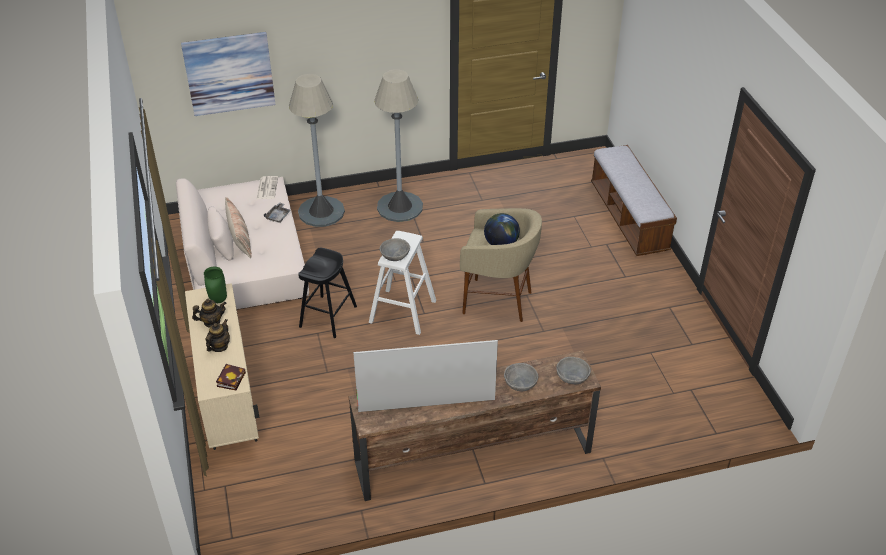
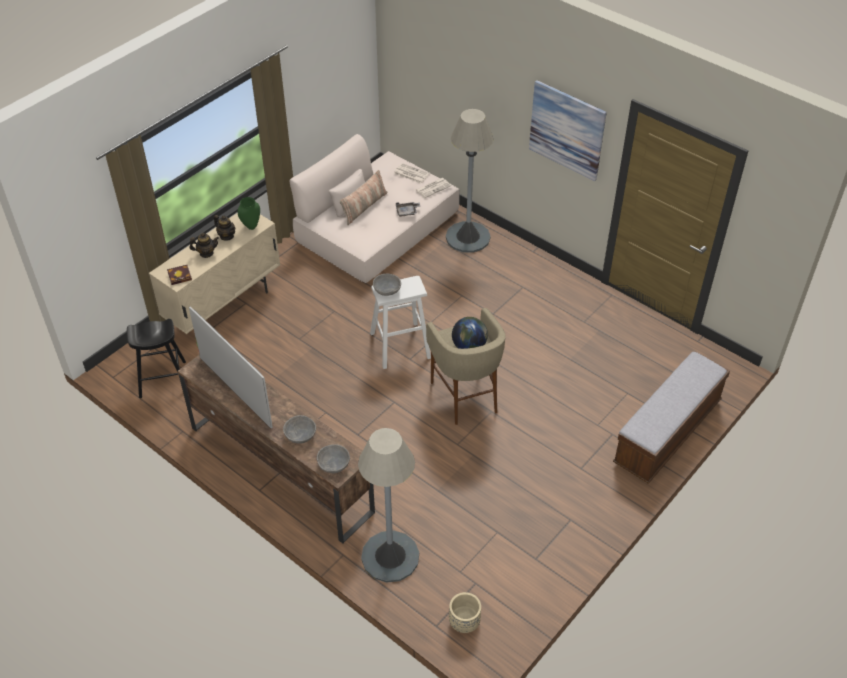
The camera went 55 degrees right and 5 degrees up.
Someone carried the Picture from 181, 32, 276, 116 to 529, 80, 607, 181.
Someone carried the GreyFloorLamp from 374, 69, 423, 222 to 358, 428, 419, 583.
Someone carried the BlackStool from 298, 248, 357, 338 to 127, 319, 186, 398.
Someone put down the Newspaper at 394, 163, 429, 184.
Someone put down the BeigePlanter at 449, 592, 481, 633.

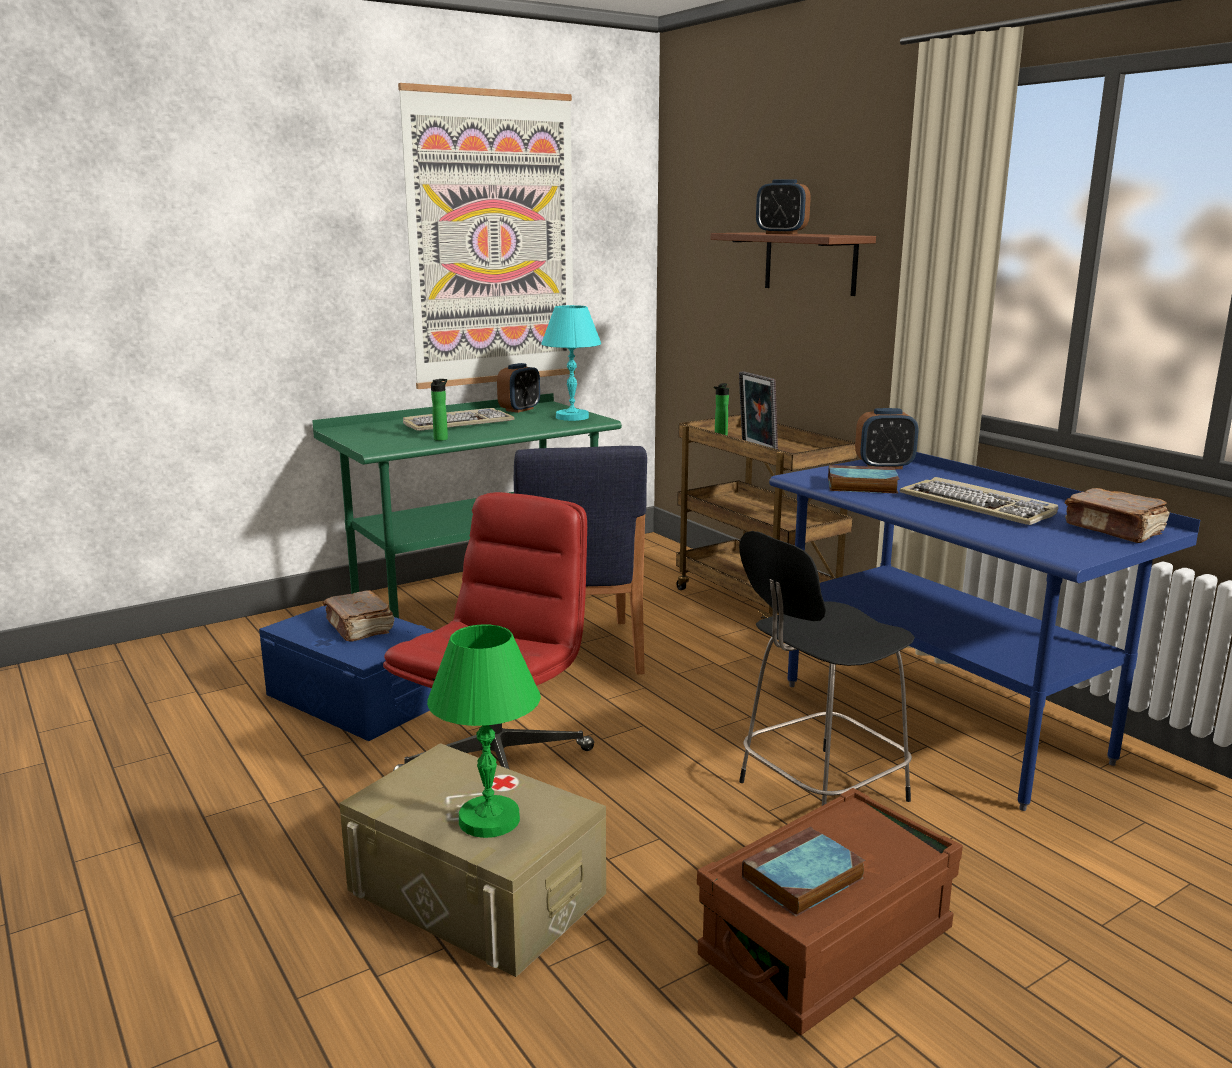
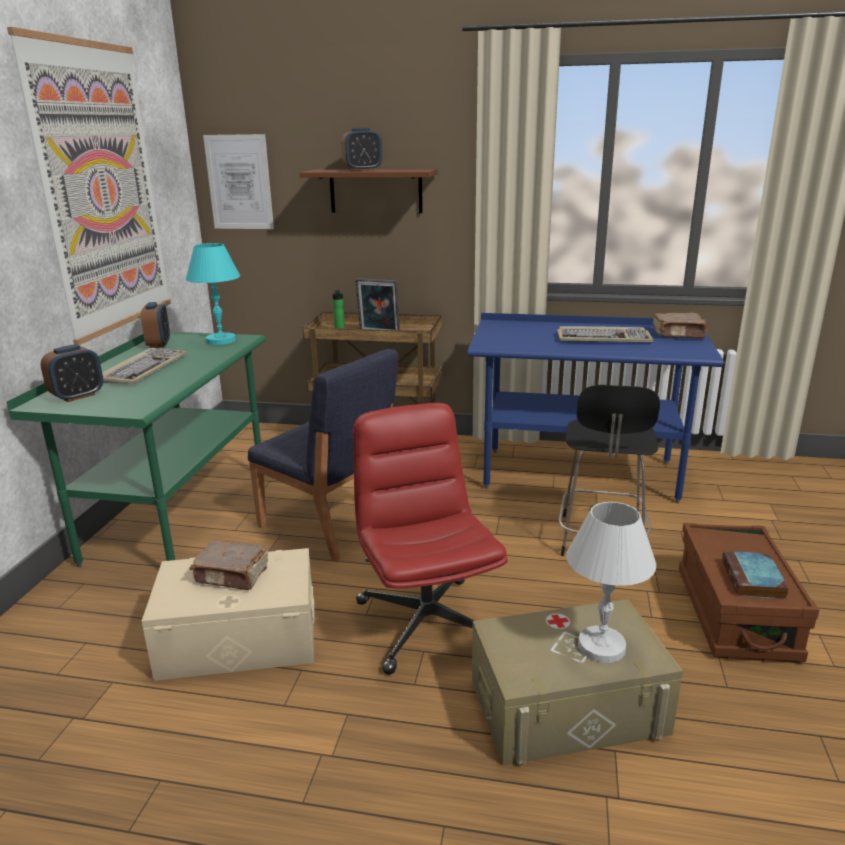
The camera went 45 degrees left and 5 degrees up.
Someone took away the Bottle at 431, 379, 448, 441.
Someone carried the AlarmClock from 855, 408, 918, 469 to 41, 344, 103, 402.
Someone took away the Book at 828, 465, 900, 494.
Someone repainted the BlueStorageBox at 259, 606, 434, 741, which became the BeigeStorageBox at 142, 548, 315, 681.
Someone repainted the GreenTableLamp at 427, 624, 541, 838, which became the WhiteTableLamp at 566, 502, 656, 663.
Someone put up the Picture at 203, 134, 274, 229.

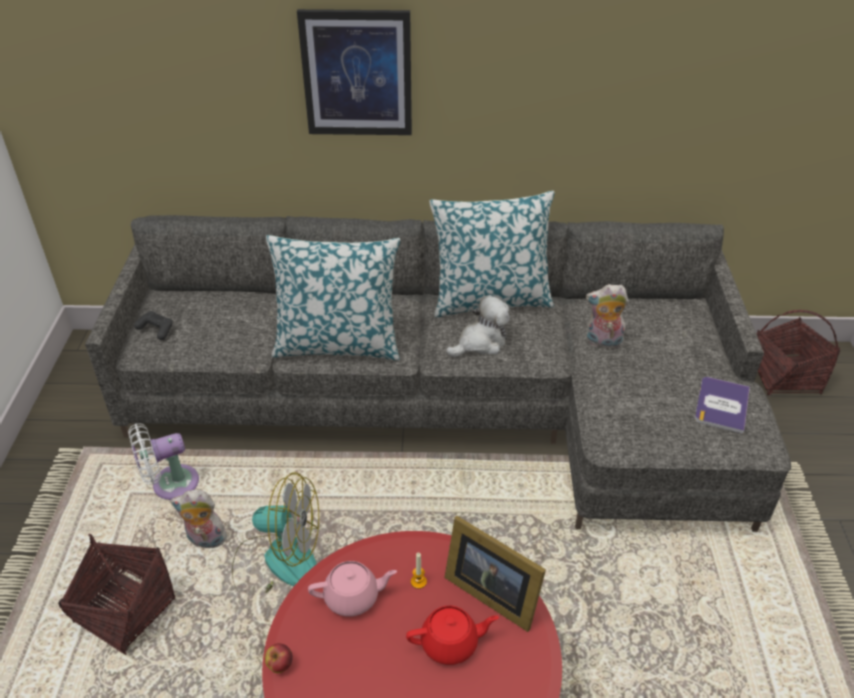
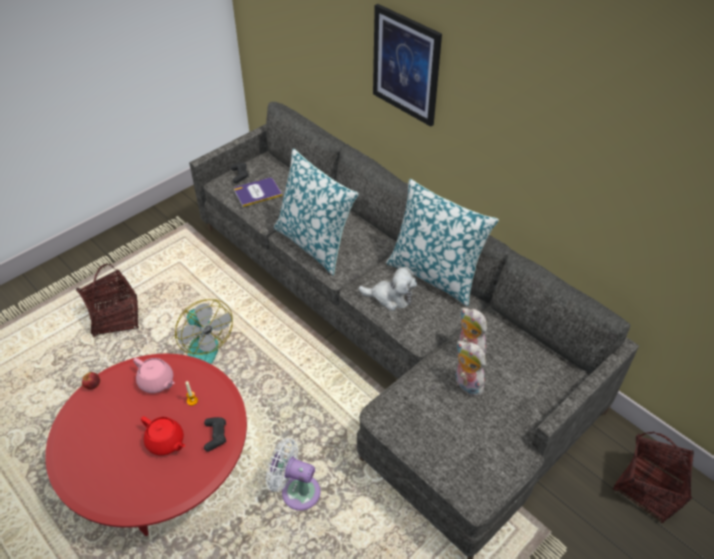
The camera went 45 degrees right and 5 degrees up.
Someone carried the Book from 695, 377, 750, 434 to 234, 178, 282, 207.
Someone carried the WhiteFan from 128, 423, 199, 500 to 266, 438, 321, 511.
Someone carried the PlushToy from 170, 490, 227, 548 to 455, 341, 486, 396.
Someone swapped the PictureFrame at 444, 516, 546, 632 for the BlackGameController at 204, 417, 226, 452.

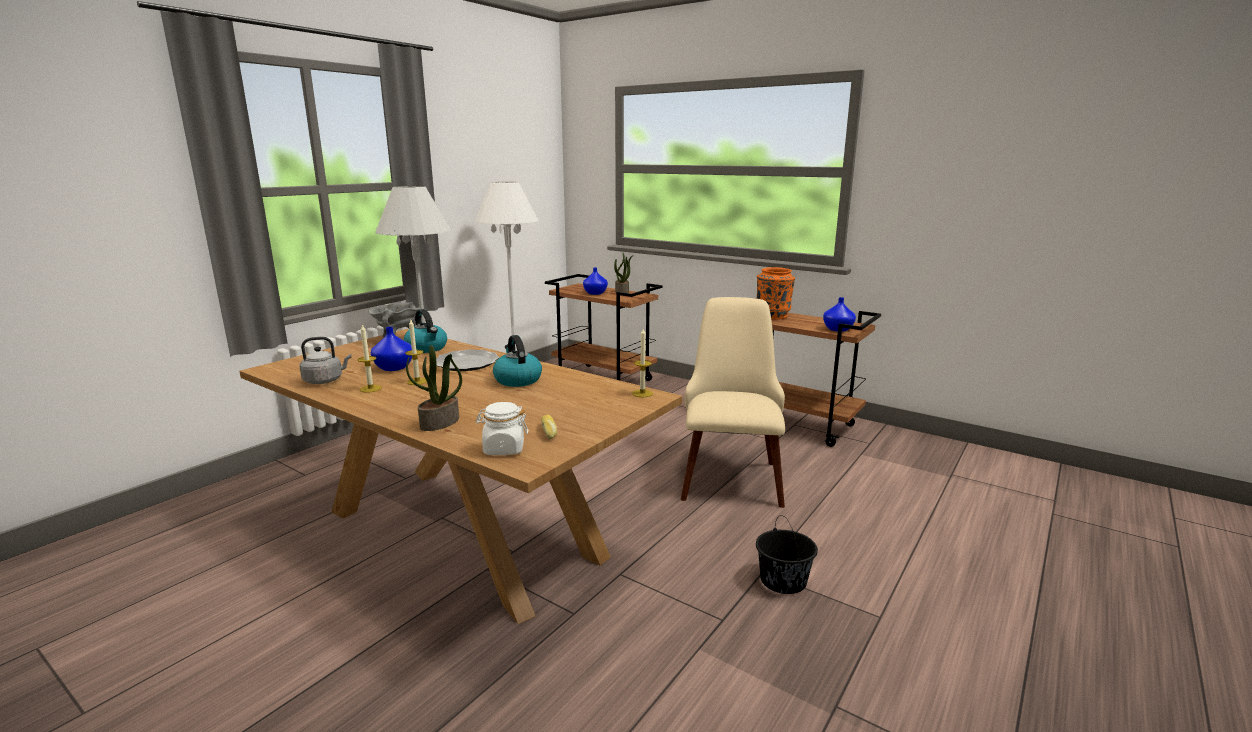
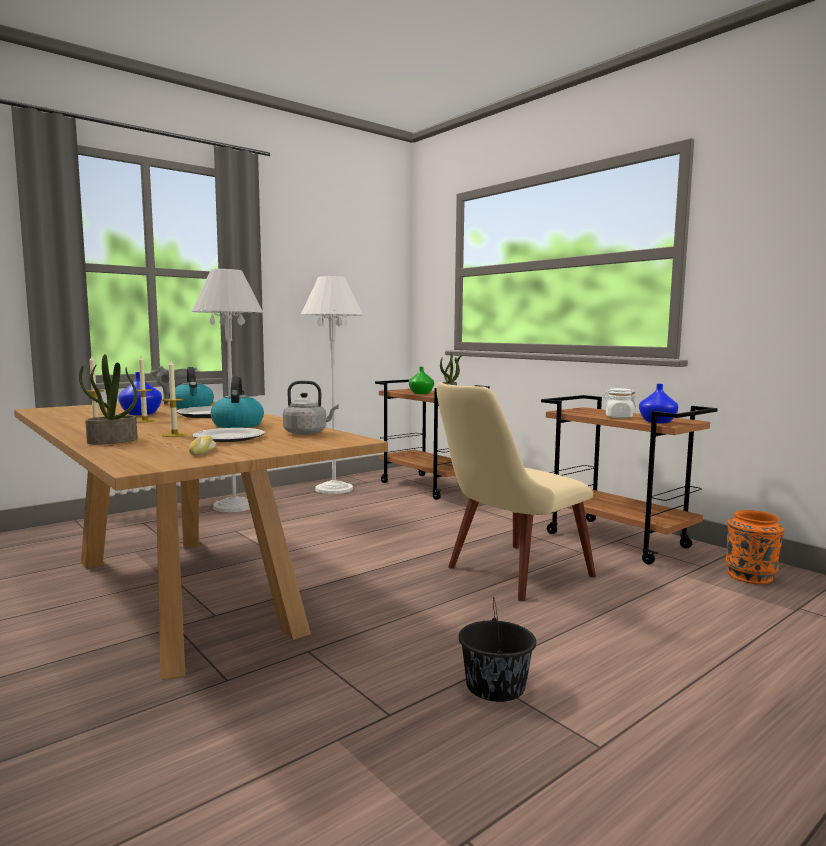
The camera went 15 degrees right and 10 degrees down.
Someone carried the OrangeVase from 757, 267, 795, 320 to 725, 510, 784, 584.
Someone repainted the BlueVase at 583, 268, 608, 295, which became the GreenVase at 409, 367, 434, 394.
Someone rotated the BeigeChair at 681, 297, 785, 508 by 150 degrees counterclockwise.
Someone carried the Candle from 632, 329, 653, 397 to 162, 360, 187, 437.
Someone carried the GreyKettle from 300, 337, 352, 384 to 283, 381, 339, 435.
Someone carried the WhiteJar from 476, 402, 528, 455 to 603, 388, 636, 419.
Someone put down the Plate at 192, 428, 265, 442.

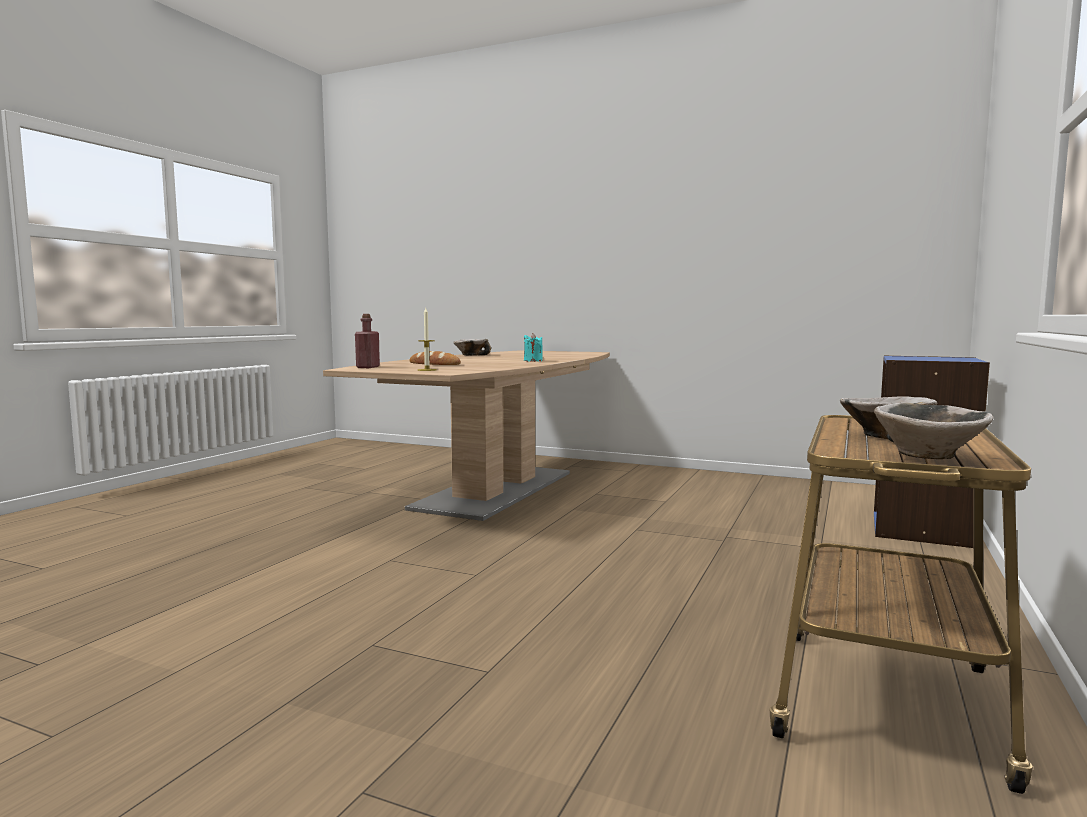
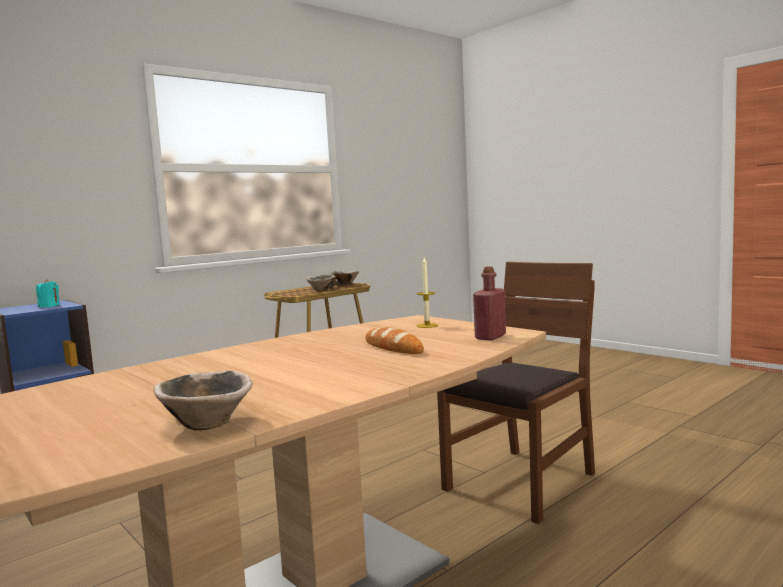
The camera went 155 degrees left and 0 degrees up.
Someone carried the TurquoiseCandle from 524, 333, 543, 362 to 36, 279, 60, 308.
Someone put down the BrownChair at 437, 262, 595, 524.

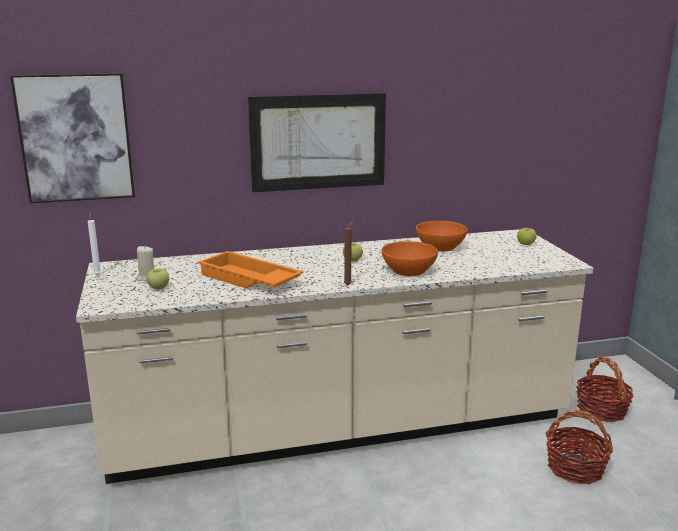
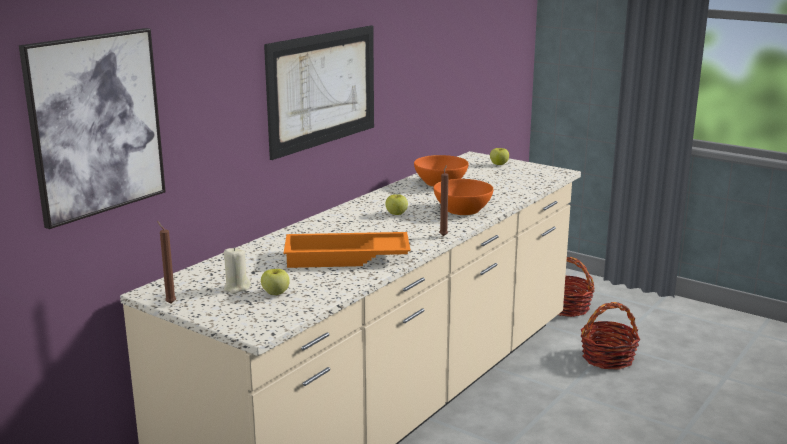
The camera went 40 degrees left and 0 degrees up.
Someone repainted the WhiteCandle at 88, 213, 101, 276, which became the BrownCandle at 157, 221, 176, 303.

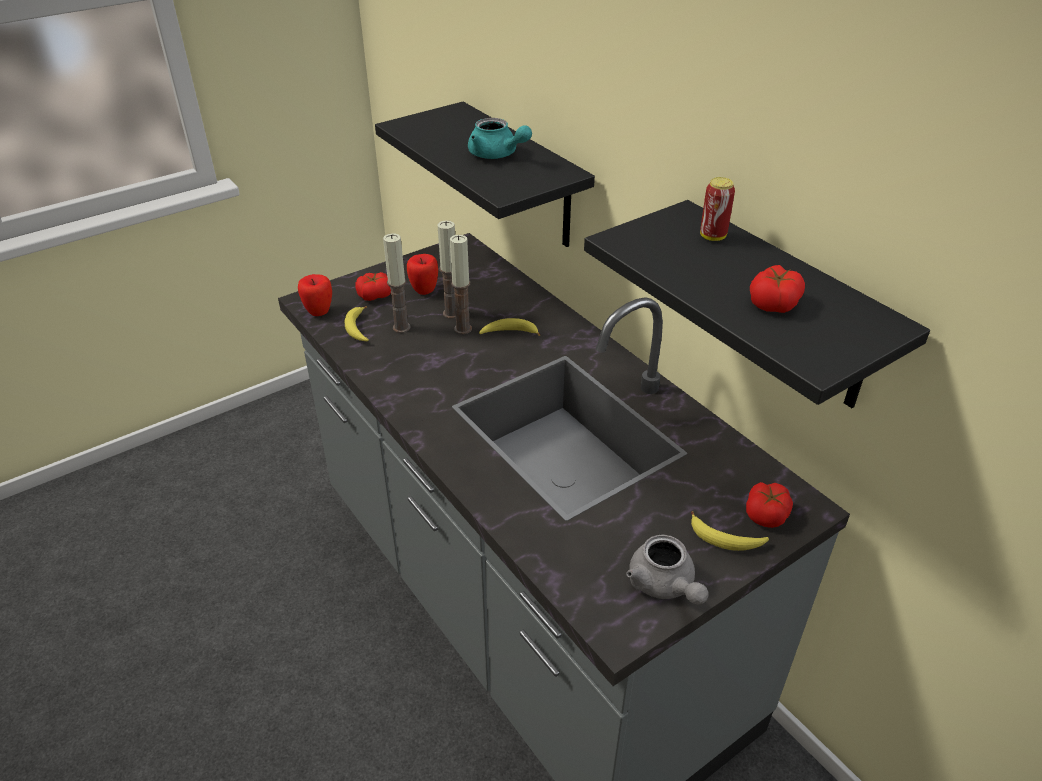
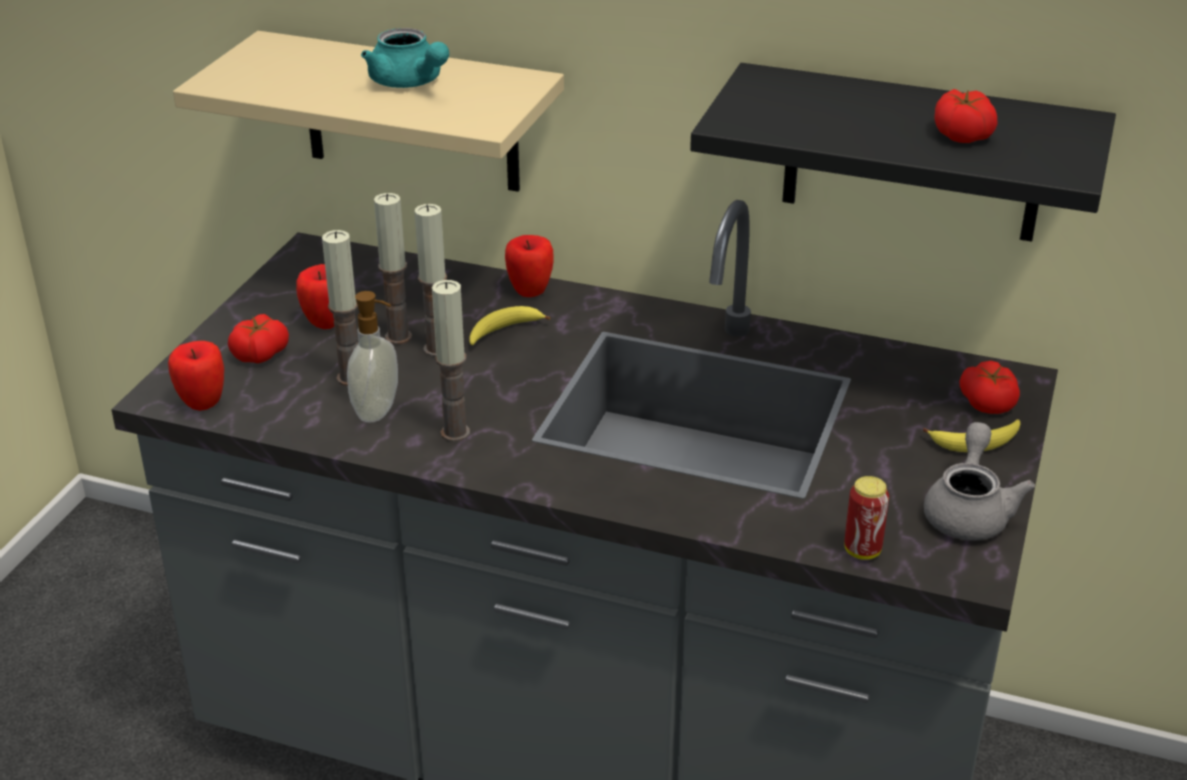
The camera went 35 degrees left and 5 degrees down.
Someone repainted the BlackShelf at 375, 102, 595, 247, which became the BeigeShelf at 173, 31, 564, 192.
Someone rotated the TurquoiseTeapot at 468, 118, 532, 159 by 45 degrees clockwise.
Someone carried the Can from 700, 177, 735, 241 to 844, 476, 889, 560.
Someone took away the Banana at 345, 306, 369, 341.
Someone rotated the GreyTeapot at 626, 535, 709, 604 by 105 degrees counterclockwise.
Someone put down the Apple at 505, 235, 554, 297.
Someone put down the Candle at 432, 280, 470, 442.
Someone put down the SoapDispenser at 347, 291, 398, 423.

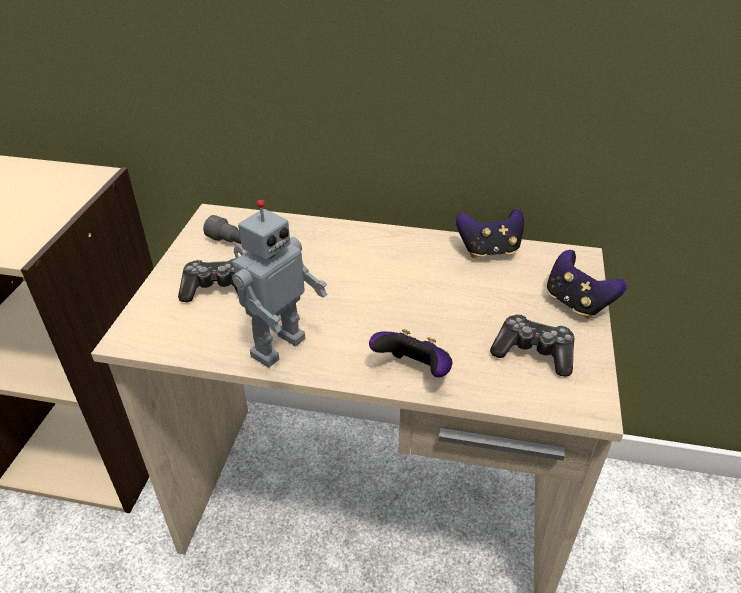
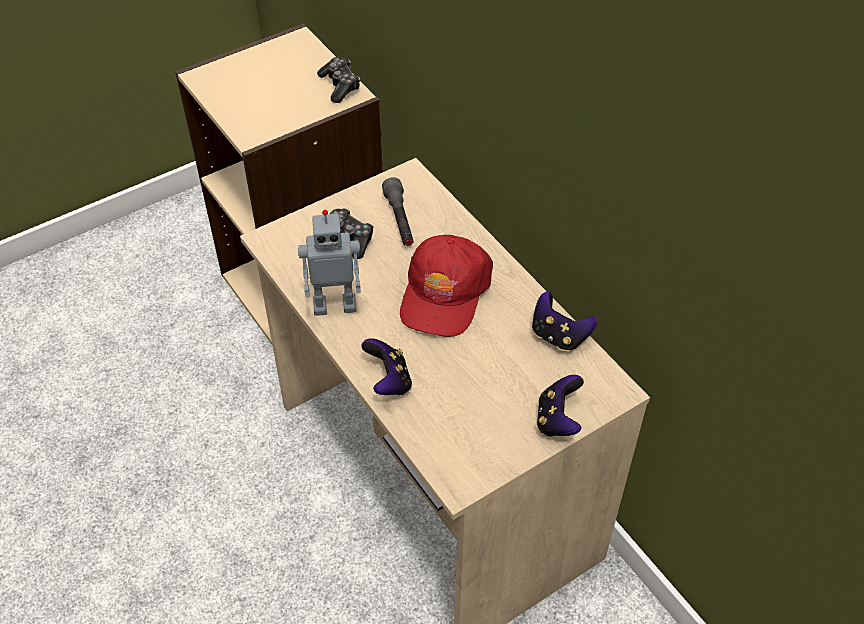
The camera went 45 degrees right and 10 degrees up.
Someone carried the GameController from 490, 314, 574, 377 to 317, 57, 360, 103.
Someone put down the RedCap at 400, 235, 493, 337.

